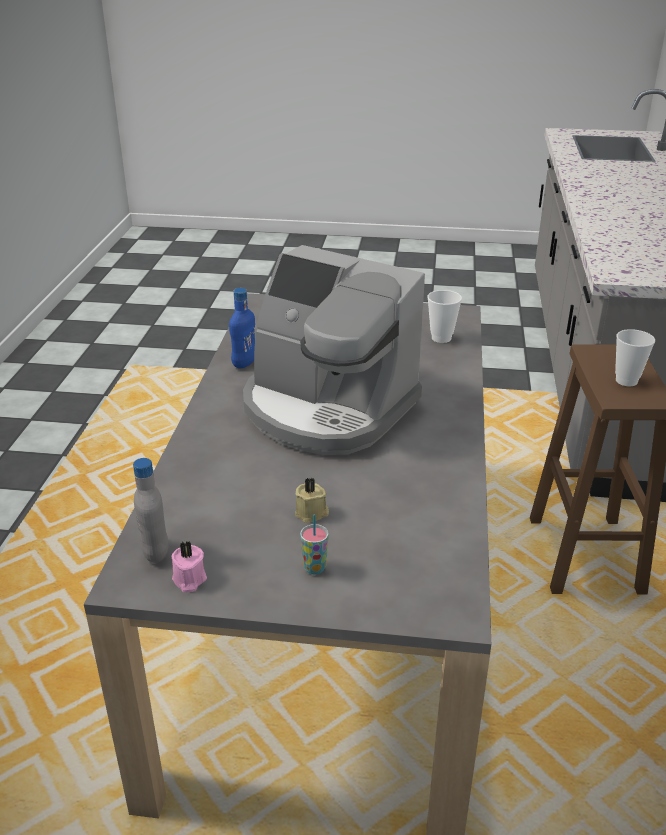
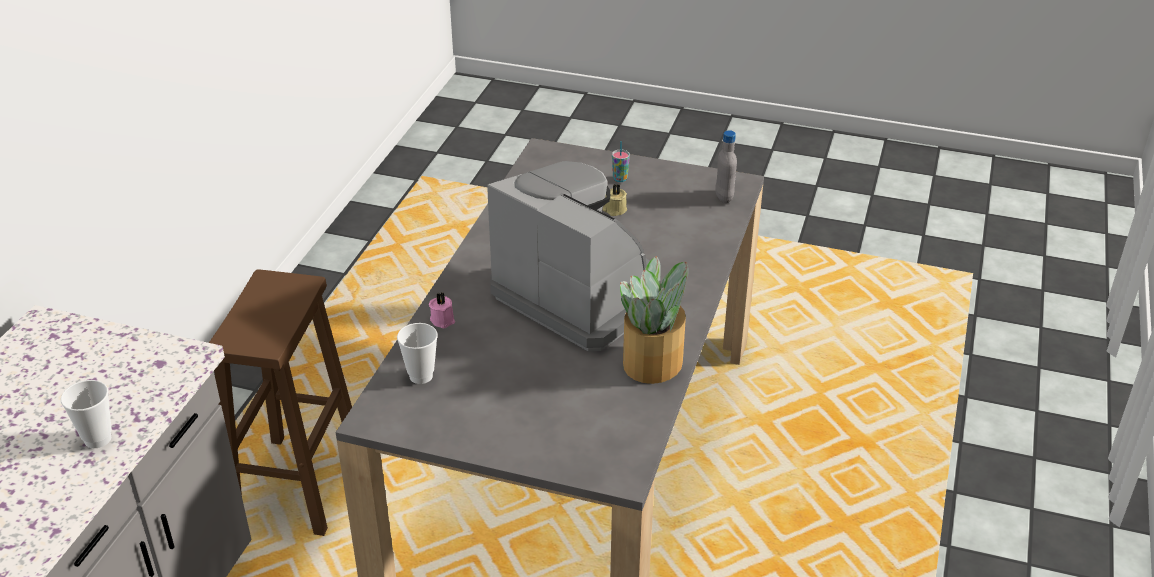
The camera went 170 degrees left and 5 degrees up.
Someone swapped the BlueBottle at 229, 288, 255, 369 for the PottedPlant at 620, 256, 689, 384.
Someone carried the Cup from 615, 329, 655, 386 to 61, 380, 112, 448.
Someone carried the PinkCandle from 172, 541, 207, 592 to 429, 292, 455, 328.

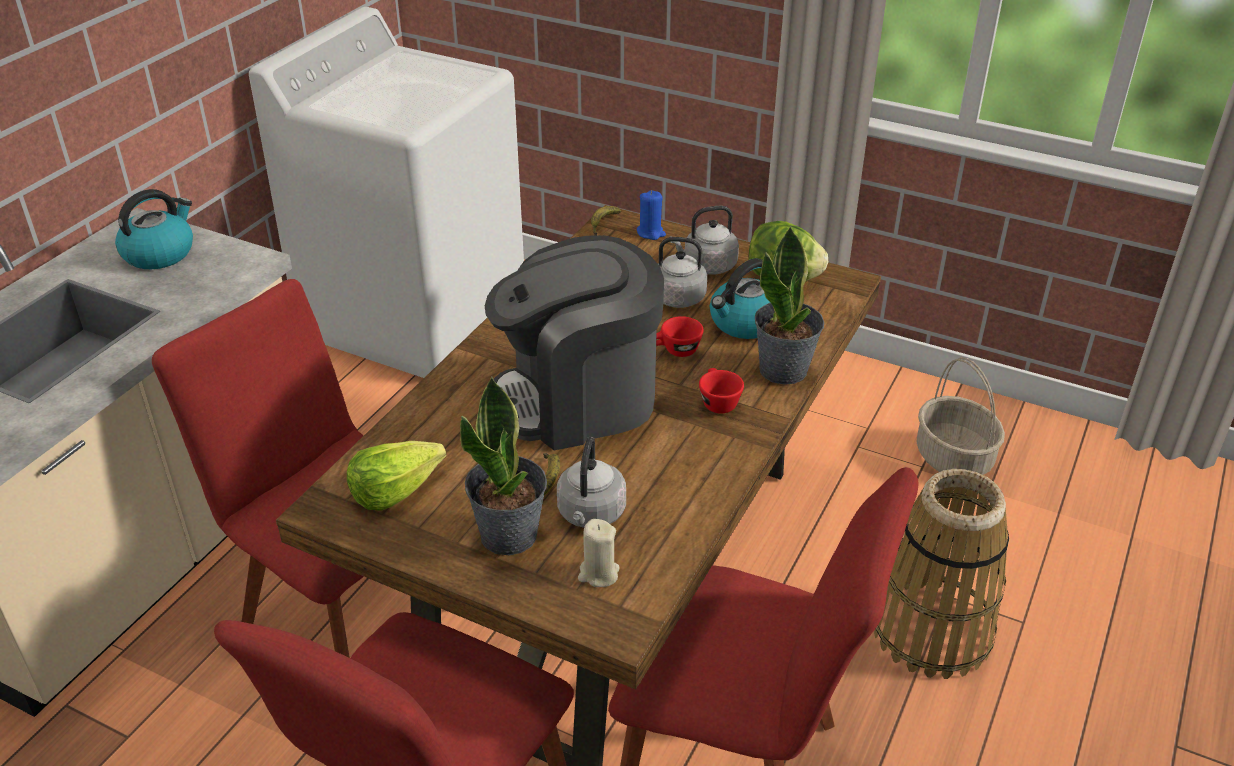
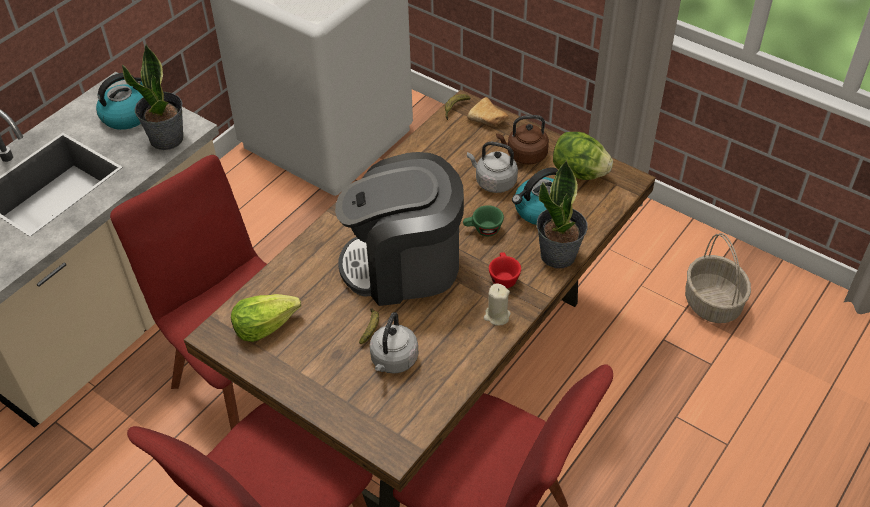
The camera went 10 degrees right and 10 degrees up.
Someone swapped the BlueCandle at 637, 190, 666, 240 for the Bread at 467, 97, 509, 127.
Someone repainted the GreyKettle at 670, 206, 739, 275, which became the BrownKettle at 496, 115, 549, 165.
Someone repainted the RedCup at 656, 316, 704, 357, which became the GreenCup at 463, 205, 504, 236.
Someone carried the PottedPlant from 460, 377, 547, 555 to 122, 44, 183, 150.
Someone took away the Basket at 874, 469, 1009, 679.
Someone carried the BeigeCandle from 578, 519, 620, 587 to 484, 283, 511, 326.

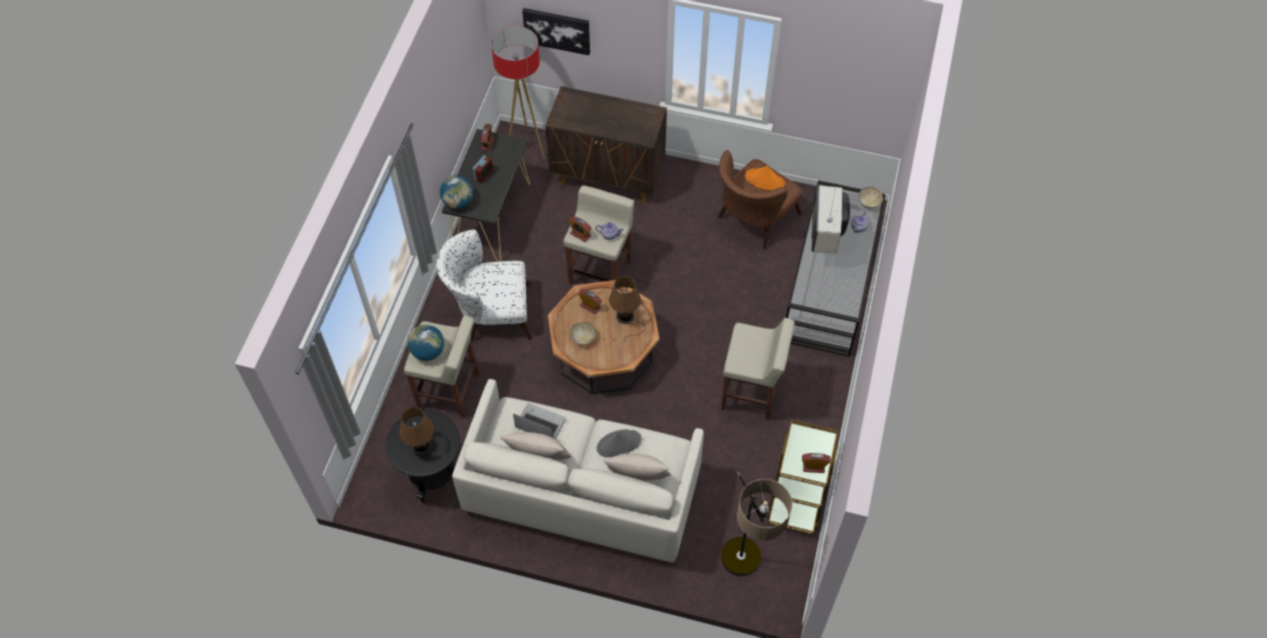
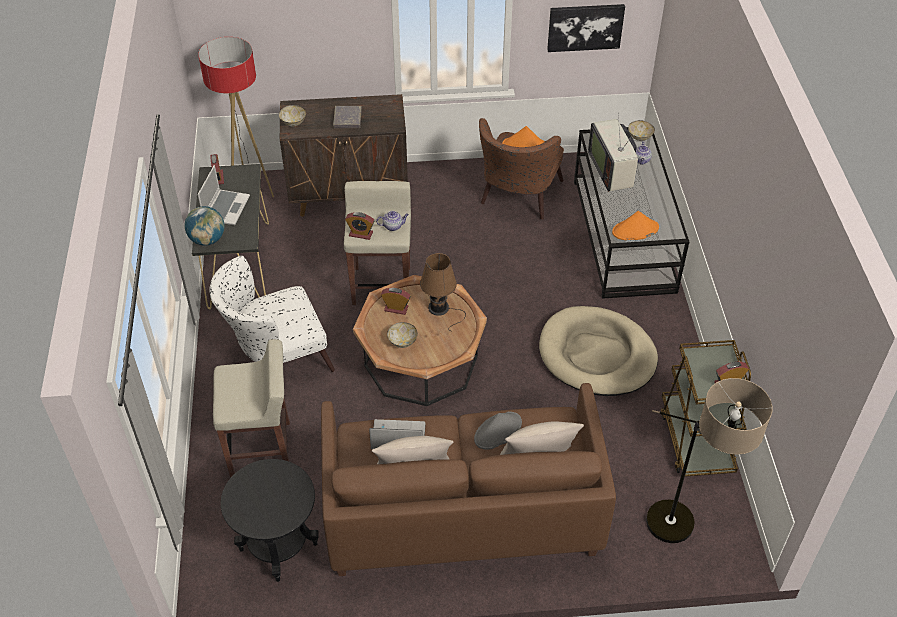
The camera went 20 degrees left and 10 degrees down.
Someone carried the Picture from 522, 8, 590, 55 to 547, 4, 625, 52.
Someone swapped the AlarmClock at 472, 155, 493, 184 for the Laptop at 198, 165, 250, 225.
Someone swapped the BeigeStool at 721, 318, 795, 420 for the BeigeDogBed at 539, 306, 658, 396.
Someone took away the Globe at 408, 325, 444, 361.
Someone repainted the WhiteSofa at 452, 379, 704, 564, which became the BrownSofa at 321, 383, 616, 576.
Someone took away the BrownTableLamp at 400, 407, 451, 455.
Someone put down the Bowl at 279, 105, 306, 126.
Someone put down the GreyBook at 333, 106, 362, 128.
Someone put down the OrangeHat at 612, 211, 659, 240.

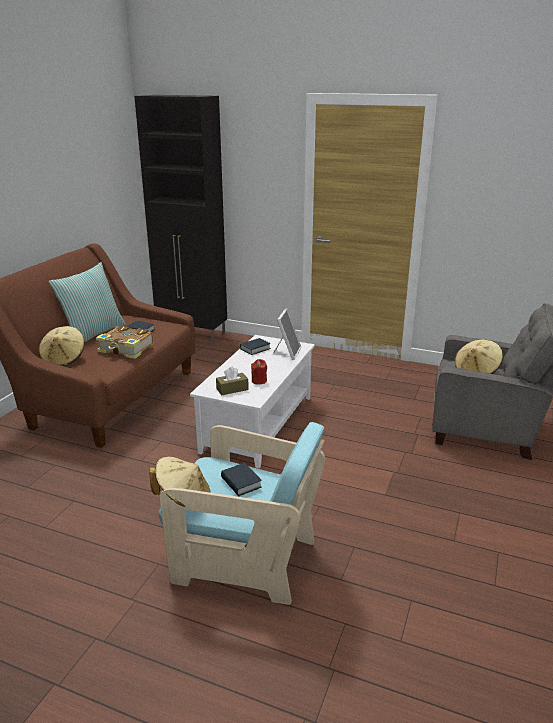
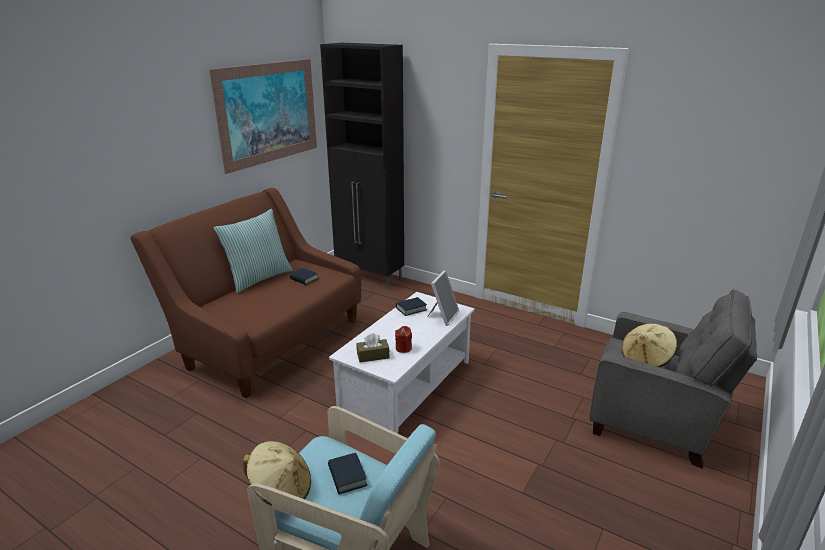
The camera went 10 degrees right and 0 degrees up.
Someone took away the Book at 96, 325, 154, 359.
Someone took away the BeigeHat at 39, 326, 85, 366.
Someone put up the Picture at 209, 59, 317, 174.

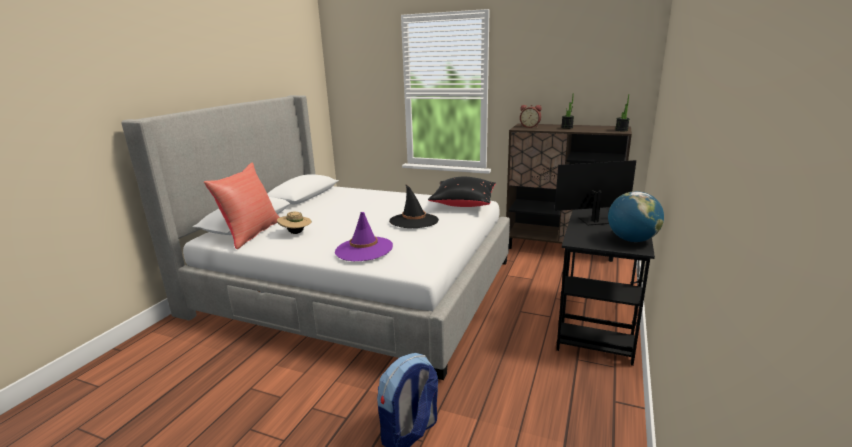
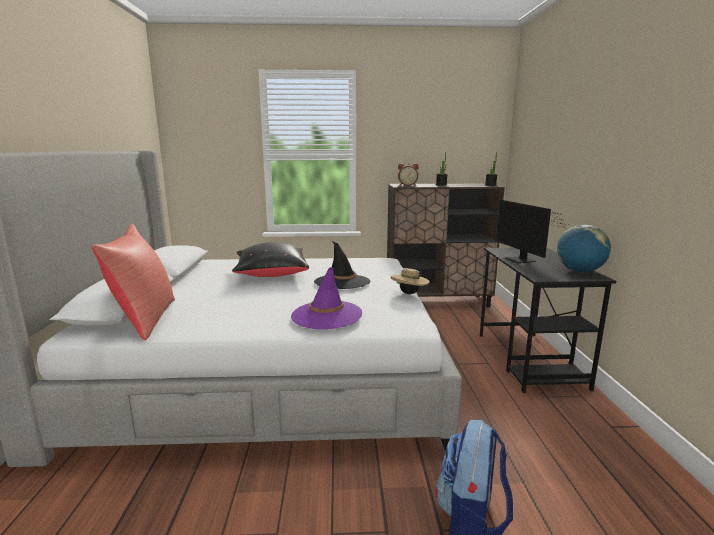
The camera went 25 degrees left and 5 degrees down.
Someone rotated the Monitor at 536, 160, 636, 225 by 75 degrees counterclockwise.
Someone carried the BlackPillow from 428, 177, 496, 207 to 232, 242, 309, 277.
Someone carried the BeigeHat from 277, 212, 312, 234 to 391, 268, 430, 294.

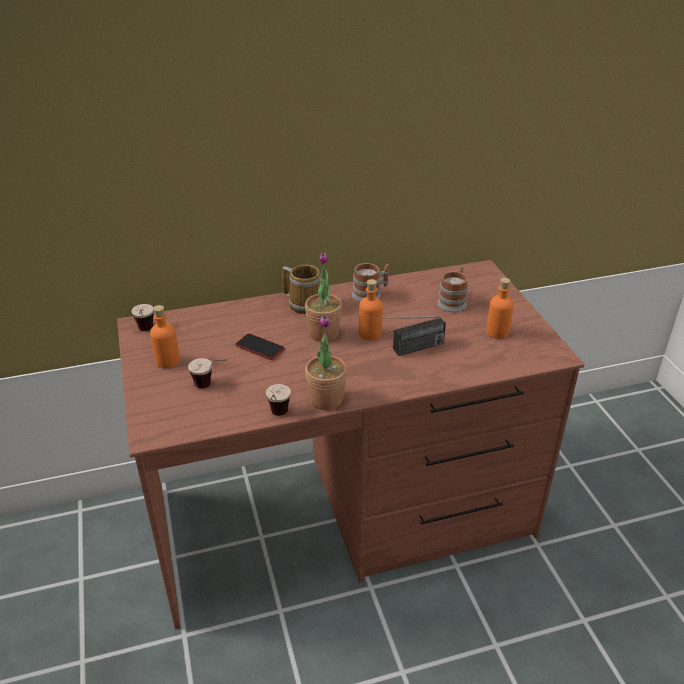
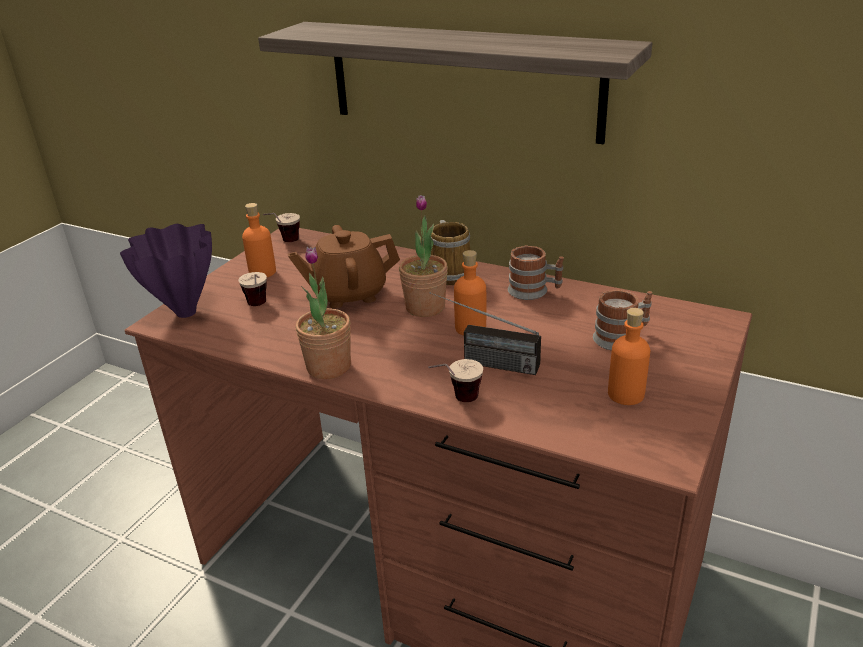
The camera went 45 degrees right and 5 degrees down.
Someone swapped the Phone at 236, 334, 285, 360 for the BrownTeapot at 288, 225, 400, 308.
Someone carried the Cup from 266, 384, 291, 416 to 428, 359, 483, 402.
Someone put up the Shelf at 258, 22, 652, 144.
Someone put down the PurpleVase at 120, 224, 212, 318.

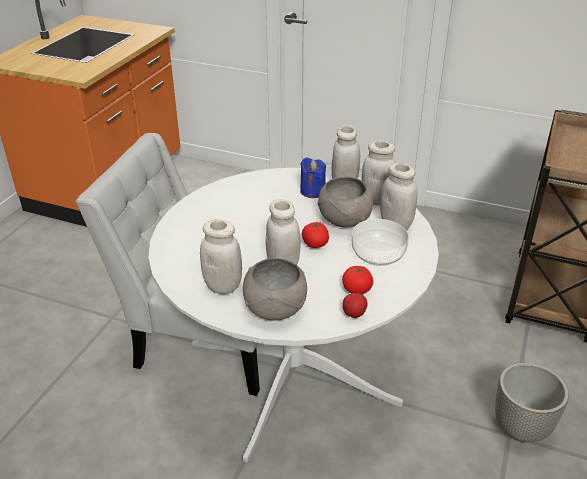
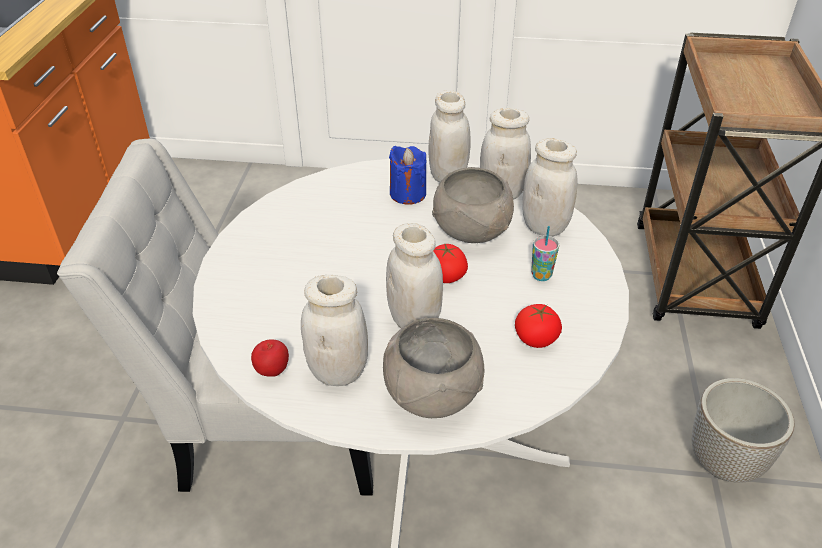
The camera went 15 degrees left and 5 degrees up.
Someone swapped the Bowl at 352, 219, 409, 266 for the Cup at 531, 226, 559, 281.
Someone carried the Apple from 343, 293, 367, 318 to 251, 339, 289, 377.

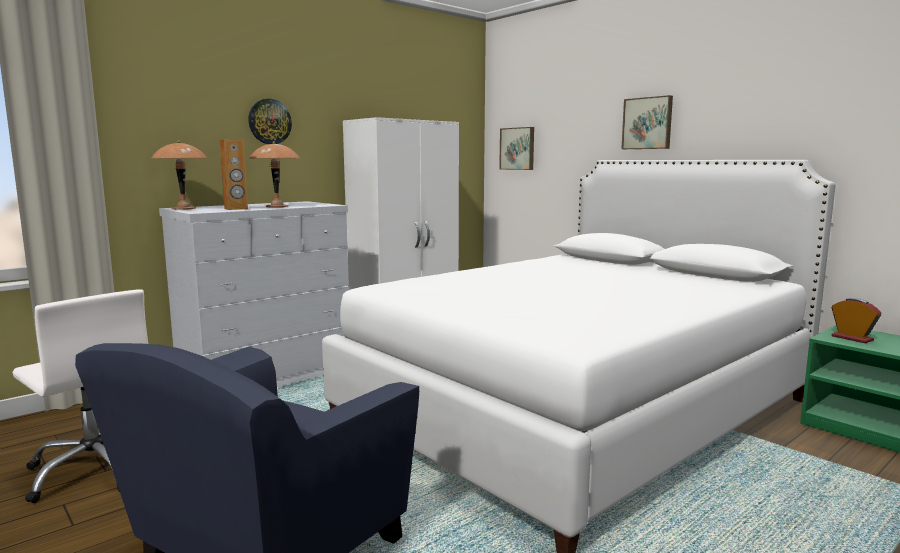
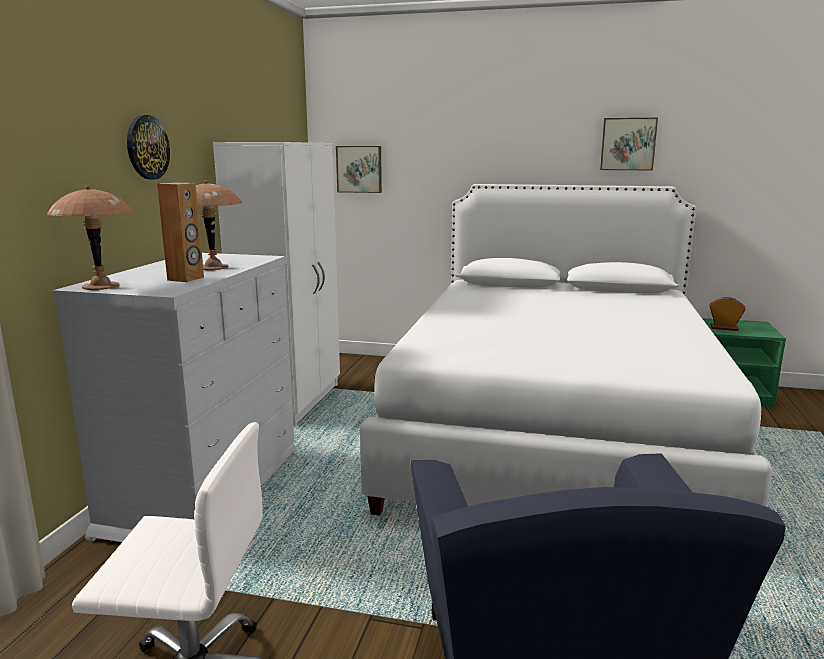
The camera went 35 degrees left and 5 degrees up.
Someone carried the Picture from 621, 95, 673, 149 to 600, 118, 658, 170.

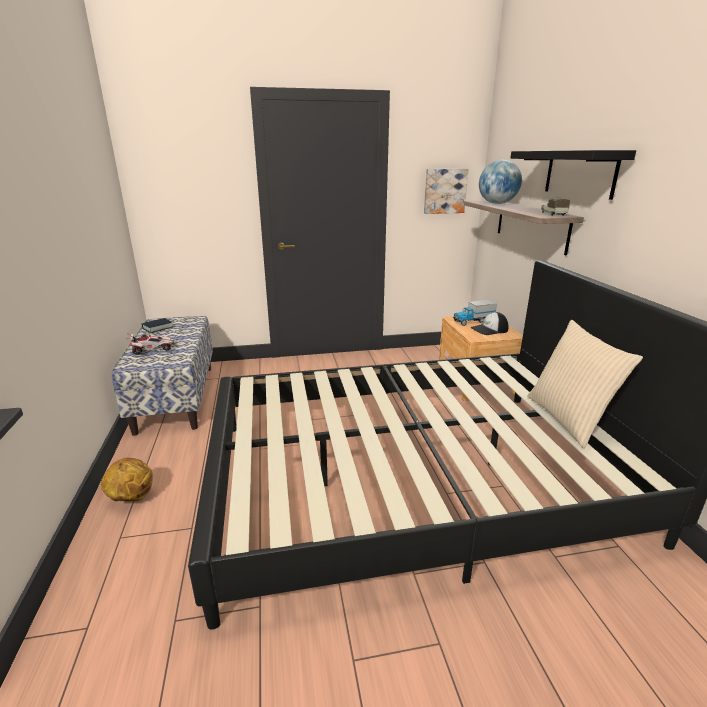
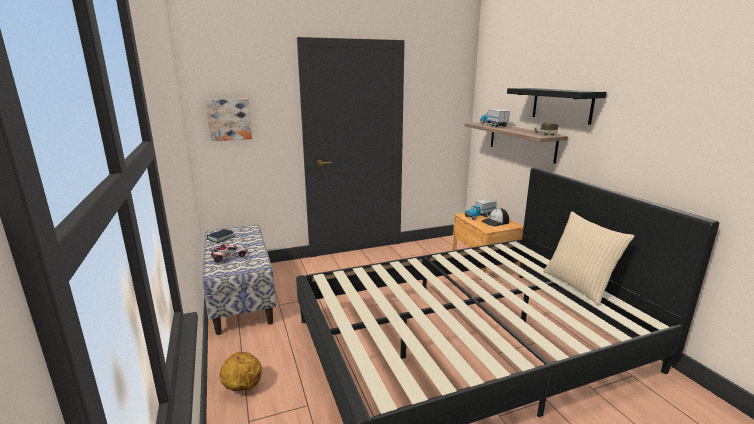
The camera went 10 degrees left and 5 degrees down.
Someone swapped the Globe at 479, 160, 522, 204 for the ToyTruck at 480, 109, 510, 127.
Someone carried the Picture from 424, 169, 468, 214 to 205, 99, 252, 141.

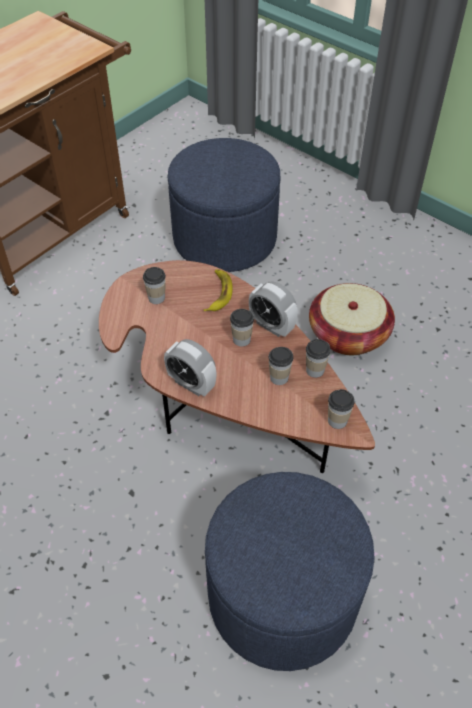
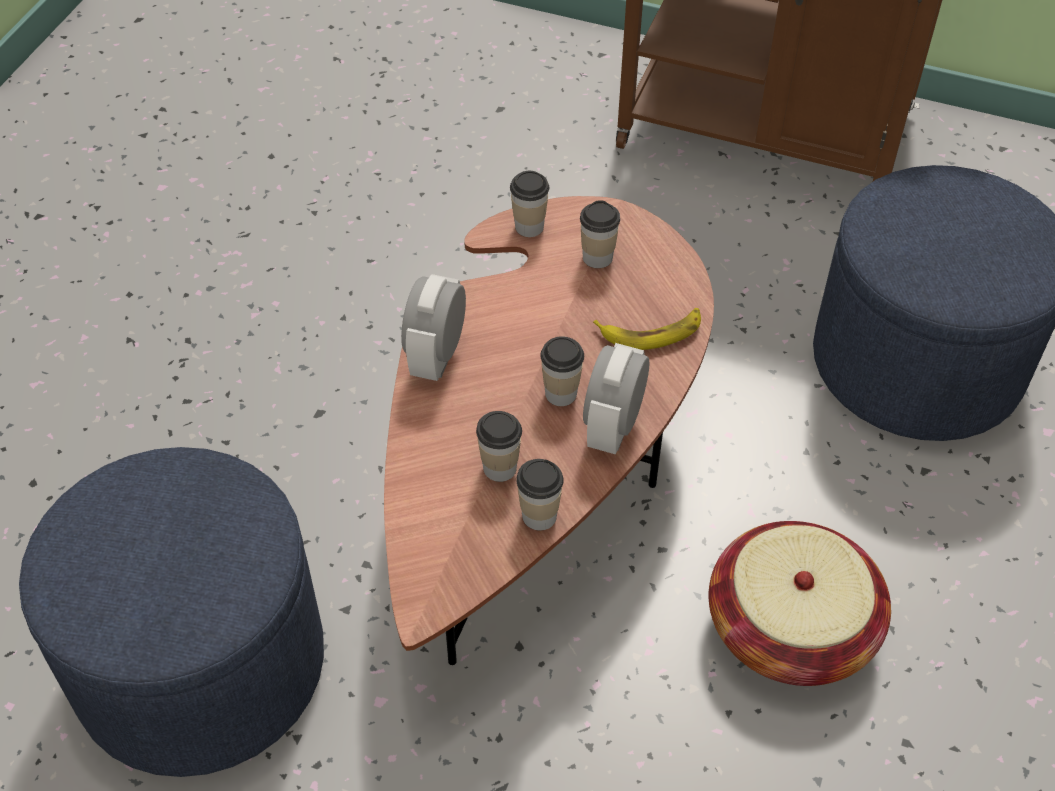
The camera went 70 degrees right and 0 degrees up.
Someone carried the Cup from 328, 389, 355, 429 to 510, 171, 549, 237.

